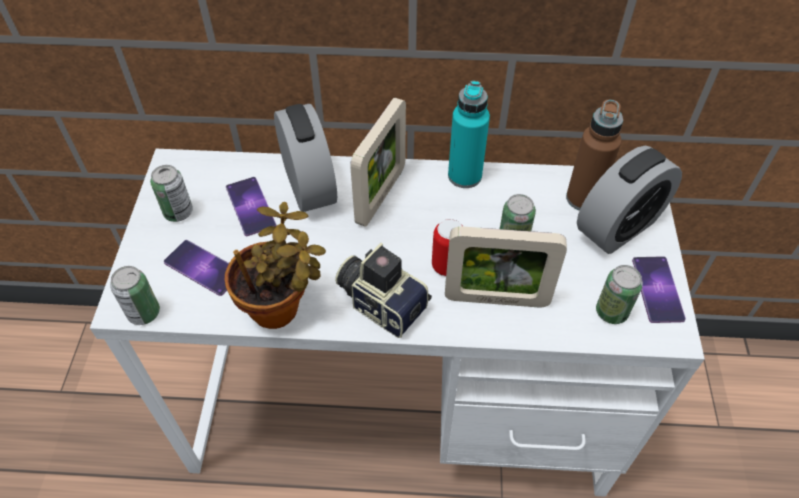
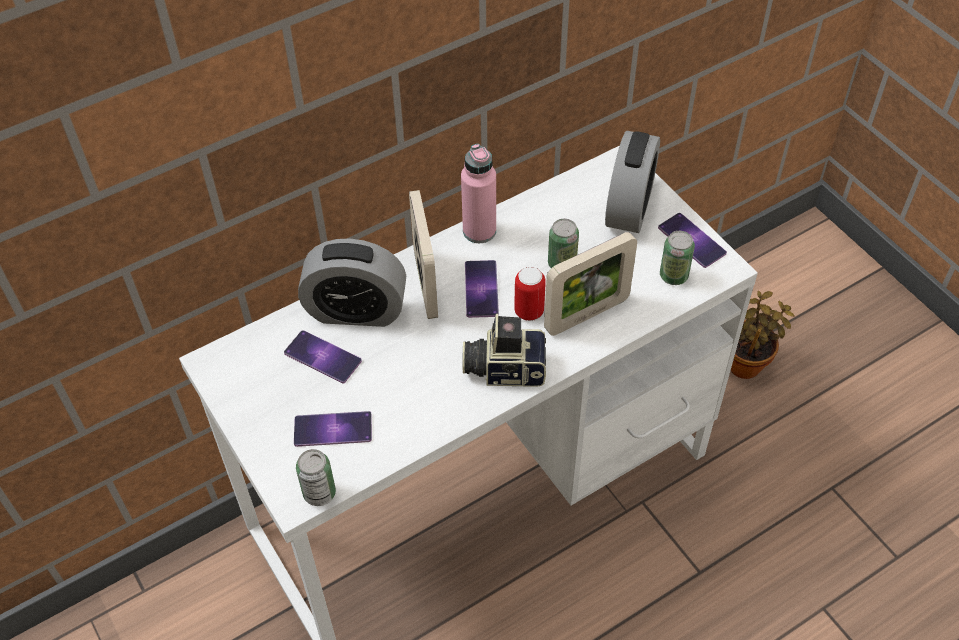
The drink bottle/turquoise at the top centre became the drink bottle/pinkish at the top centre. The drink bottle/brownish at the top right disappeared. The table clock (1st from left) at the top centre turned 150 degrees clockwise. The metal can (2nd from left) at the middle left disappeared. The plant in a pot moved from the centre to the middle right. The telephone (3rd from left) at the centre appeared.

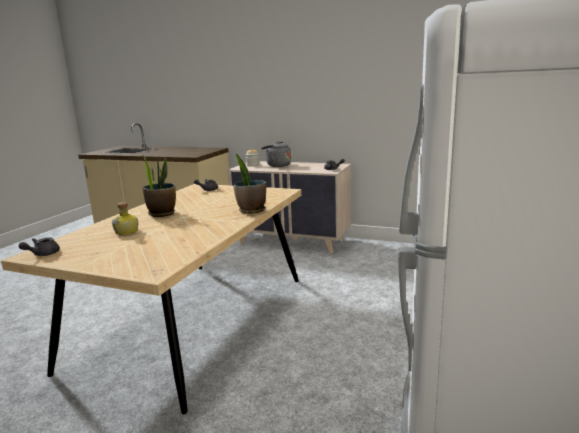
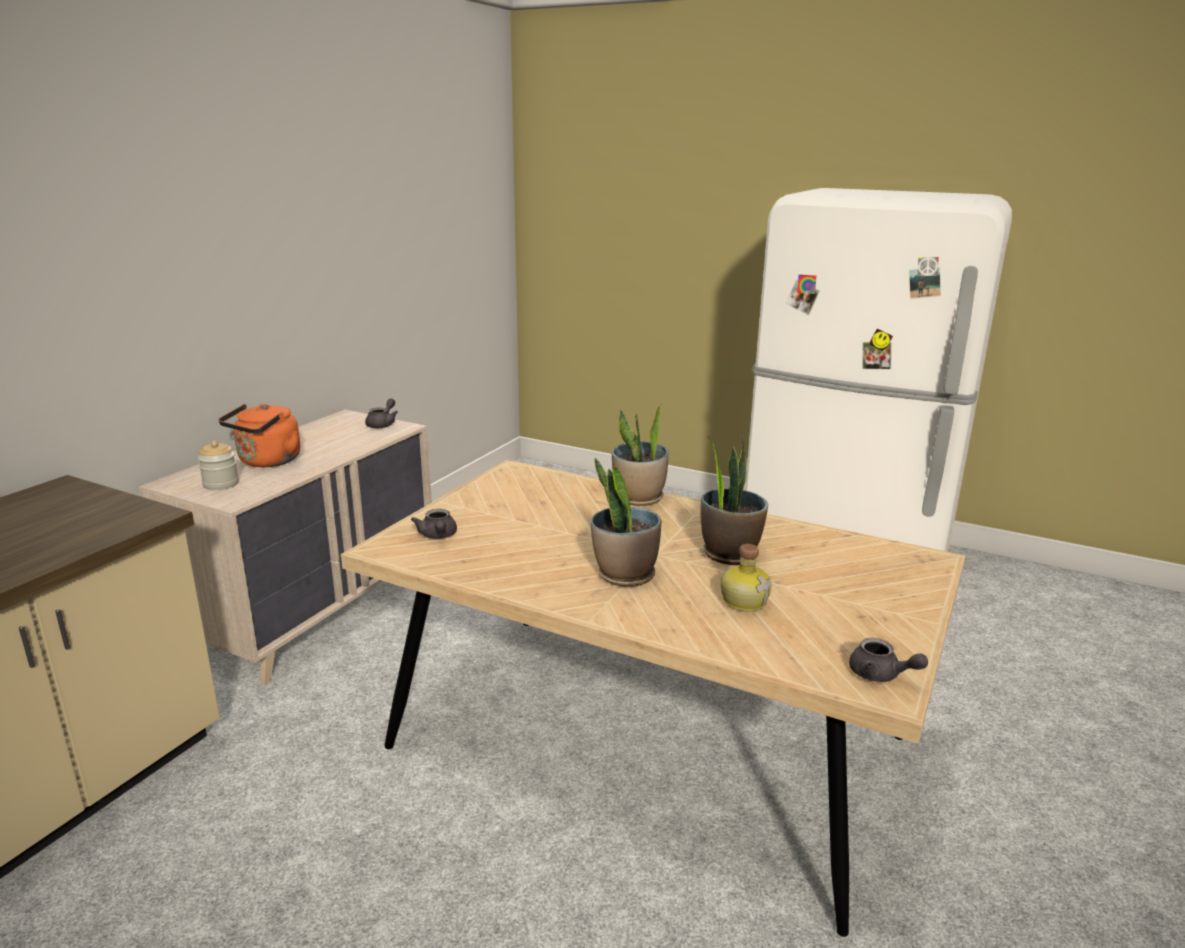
The tea kettle/gray at the centre became the tea kettle/orange at the middle left. The plant in a pot (3rd from left) at the centre appeared.

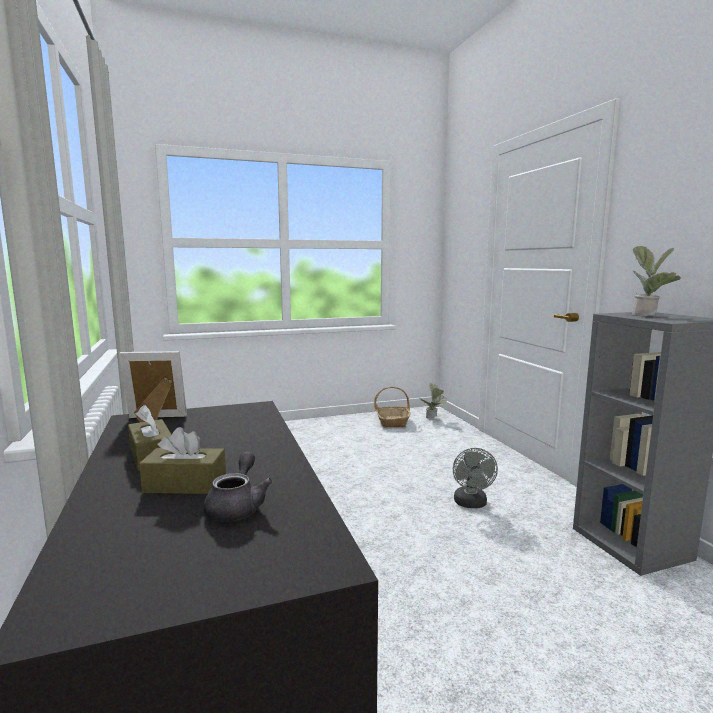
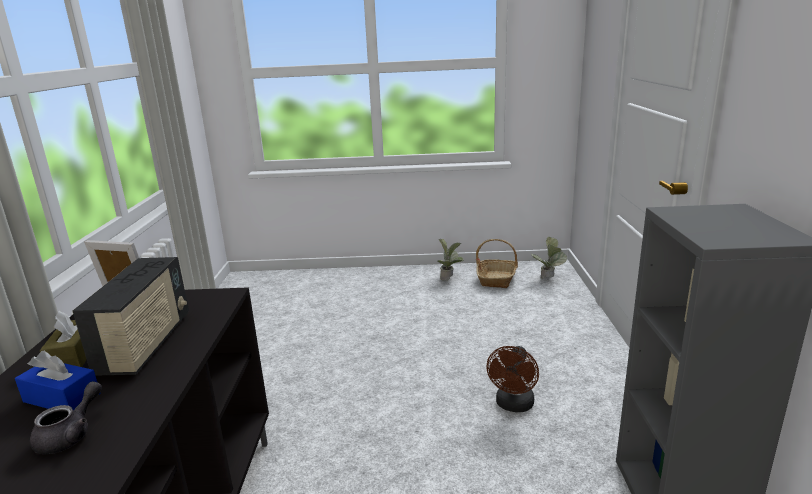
The plant in a pot (2nd from left in the first image) moved from the middle right to the centre. The box of tissues/brownish (2nd from left) at the middle left became the box of tissues/bluish at the bottom left. The electric fan/gray at the bottom centre became the electric fan/brownish at the bottom centre. The radio receiver at the middle left appeared.

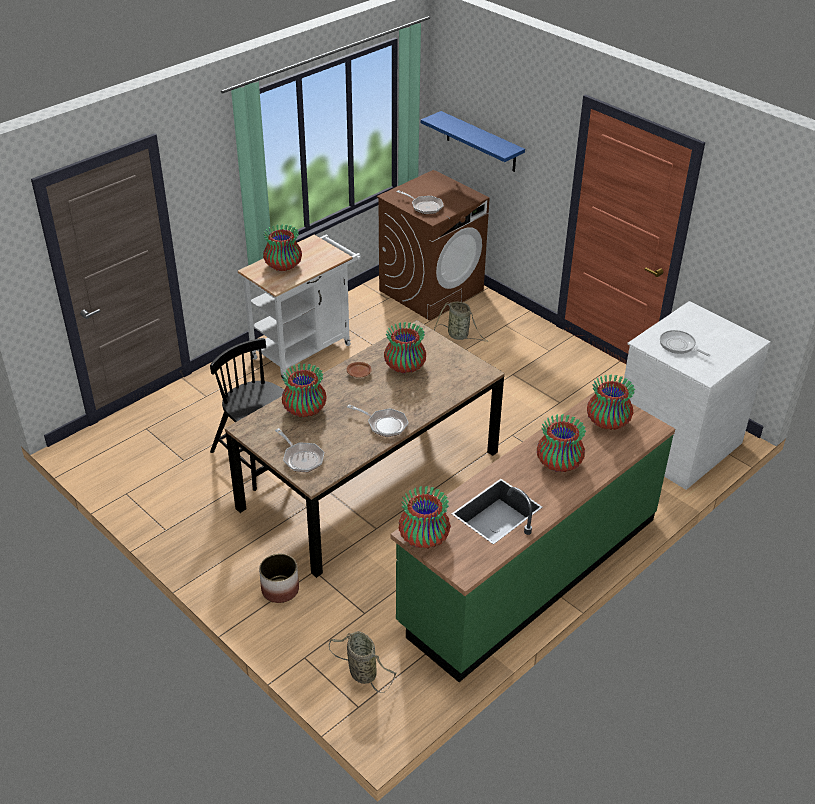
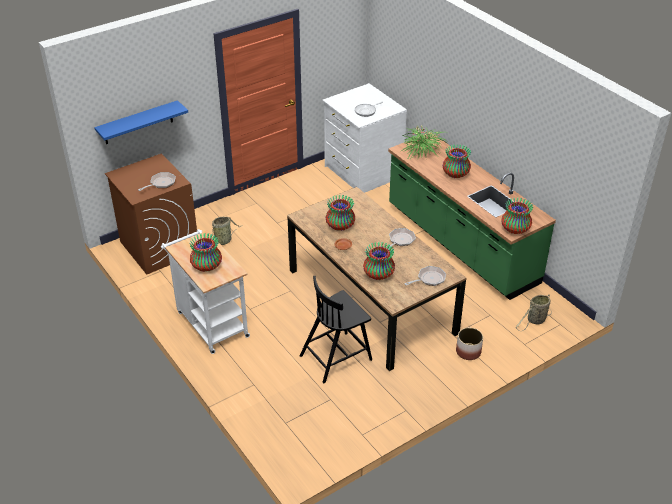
The decorative vase (6th from left) at the middle right was replaced by the plant in a pot at the top centre.

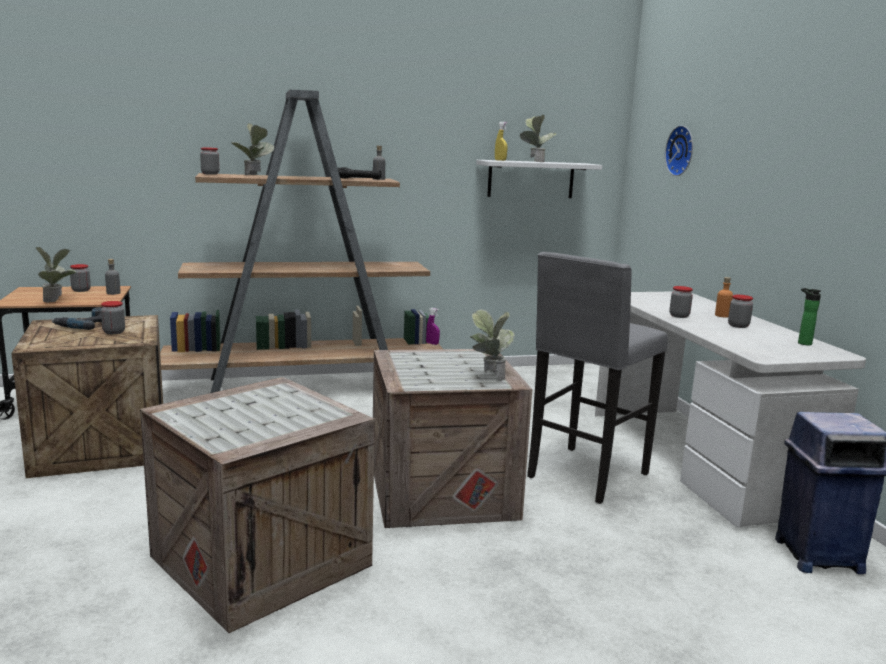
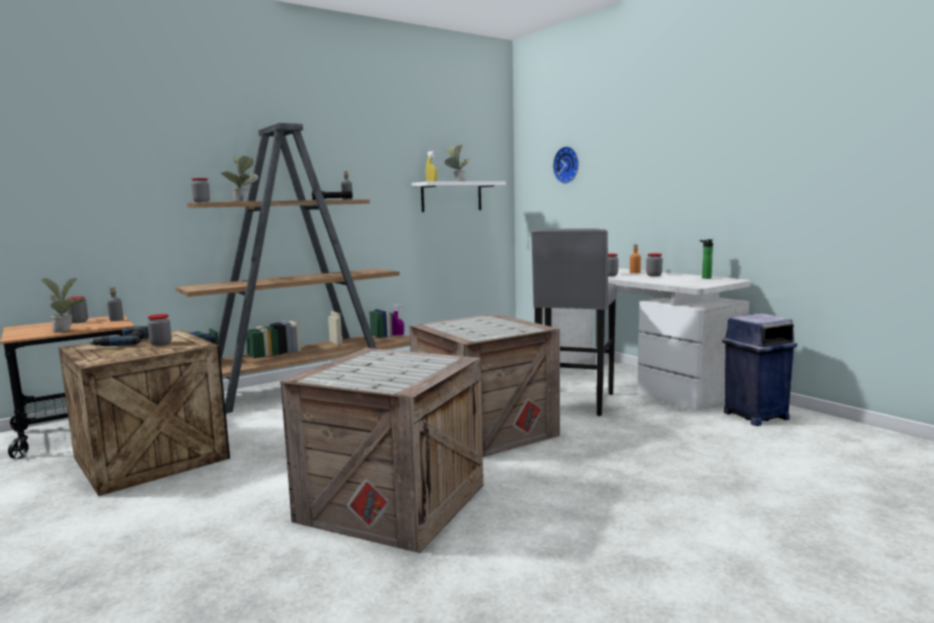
The plant in a pot (3rd from left) at the centre disappeared.

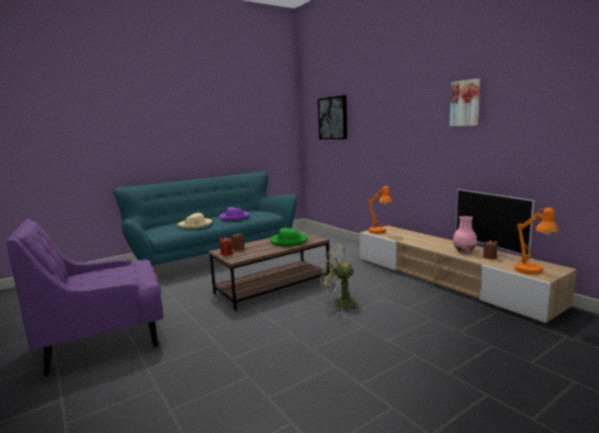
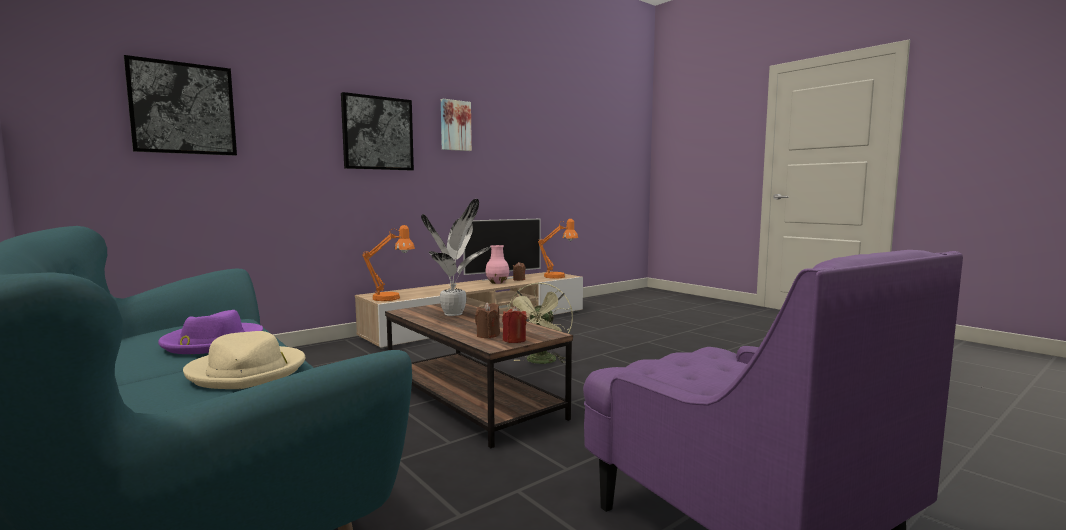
The hat/greenish at the centre was replaced by the plant in a pot at the centre. The wall art (2nd from left) at the top centre appeared.

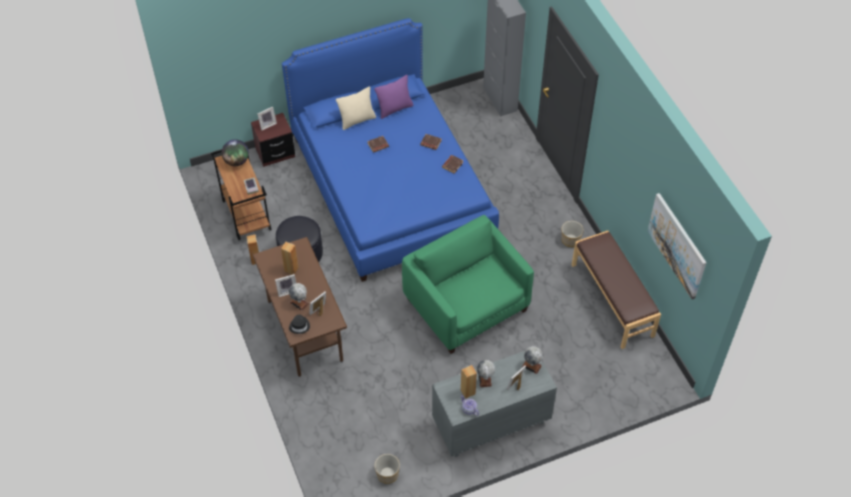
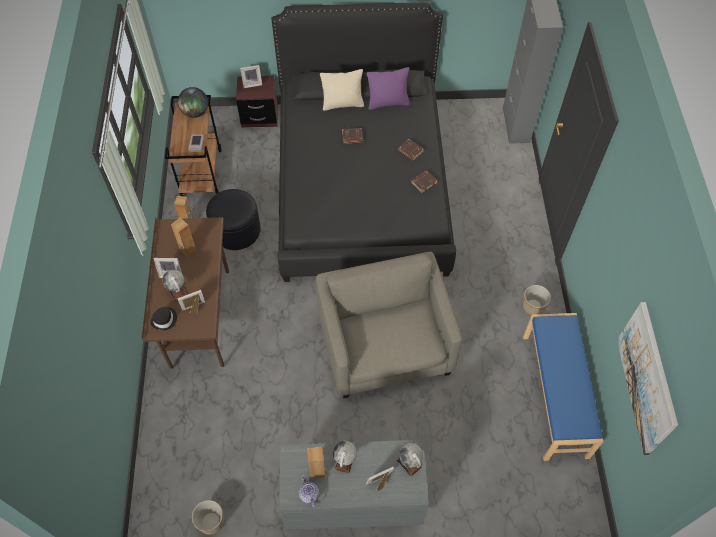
The bedroom bed/bluish at the top centre became the bedroom bed/black at the top centre. The lounge chair/greenish at the centre became the lounge chair/beige at the centre. The bench/brownish at the middle right became the bench/bluish at the bottom right.

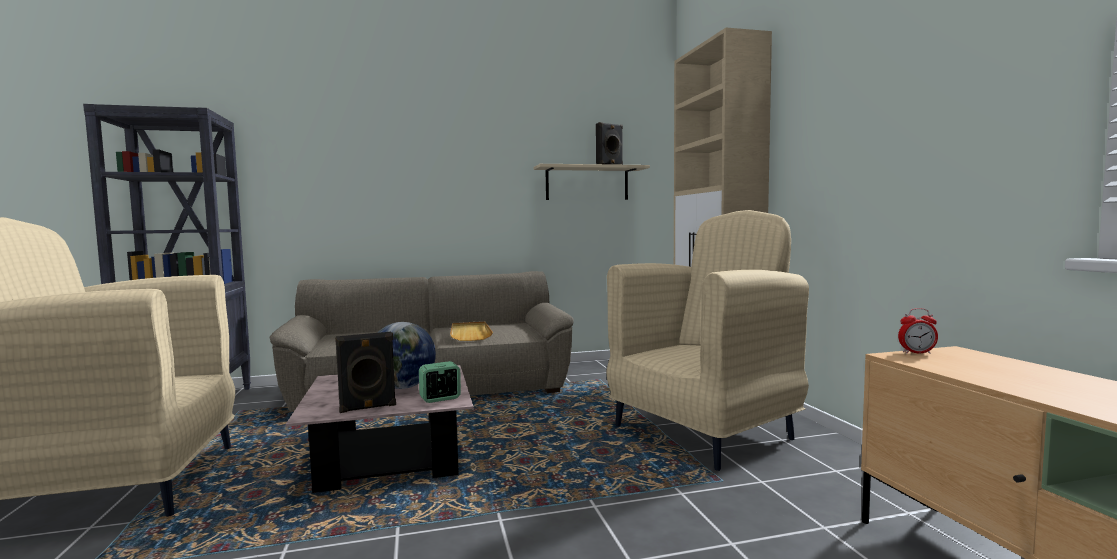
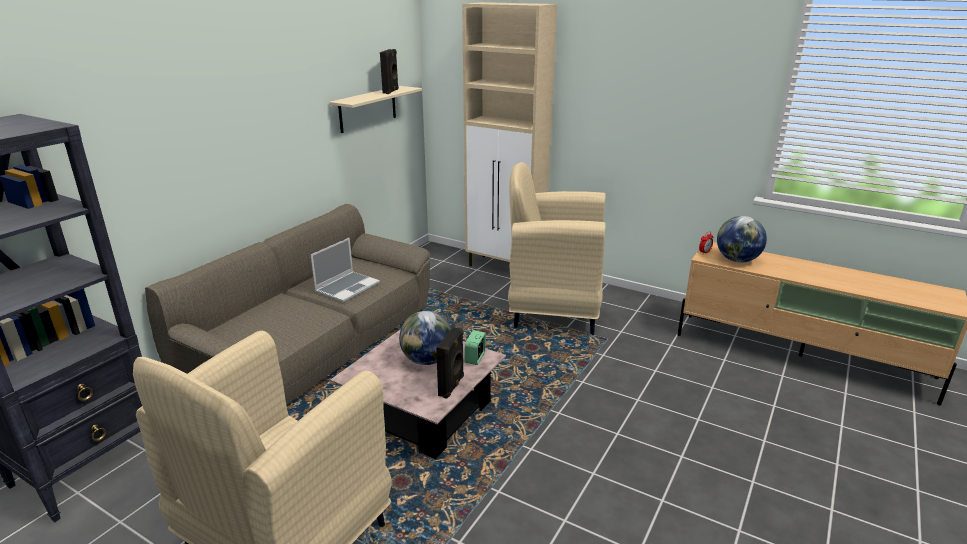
The lounge chair/beige (2nd from left) at the centre turned 90 degrees counterclockwise. The tray/beige at the centre was replaced by the notebook computer at the centre. The desk globe (2nd from left) at the middle right appeared.

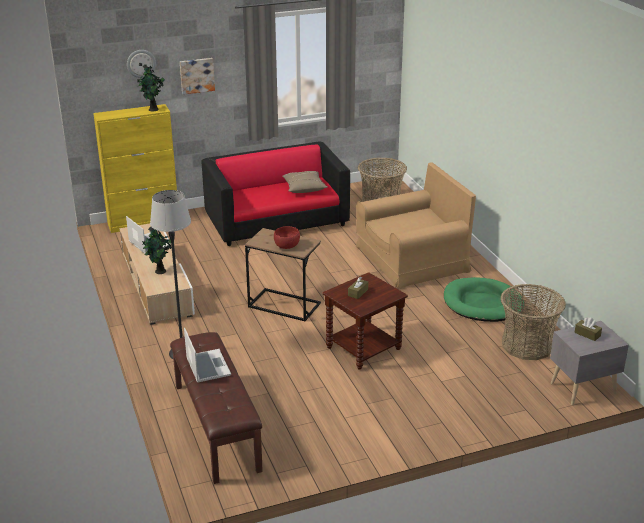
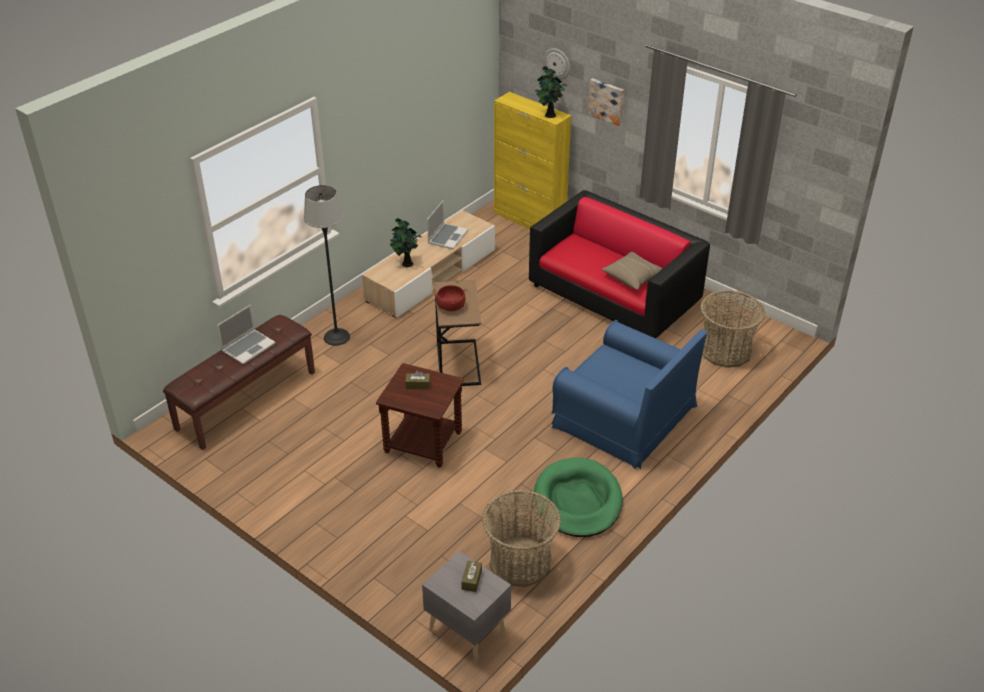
The lounge chair/brownish at the centre became the lounge chair/bluish at the centre.

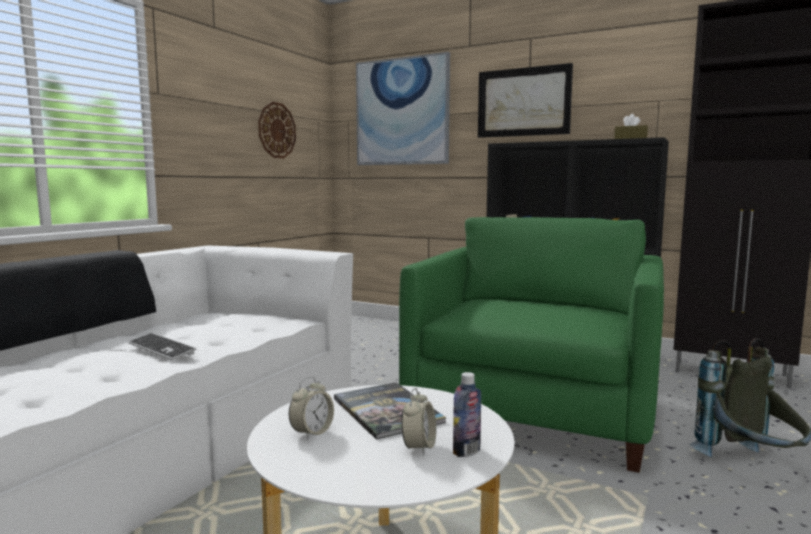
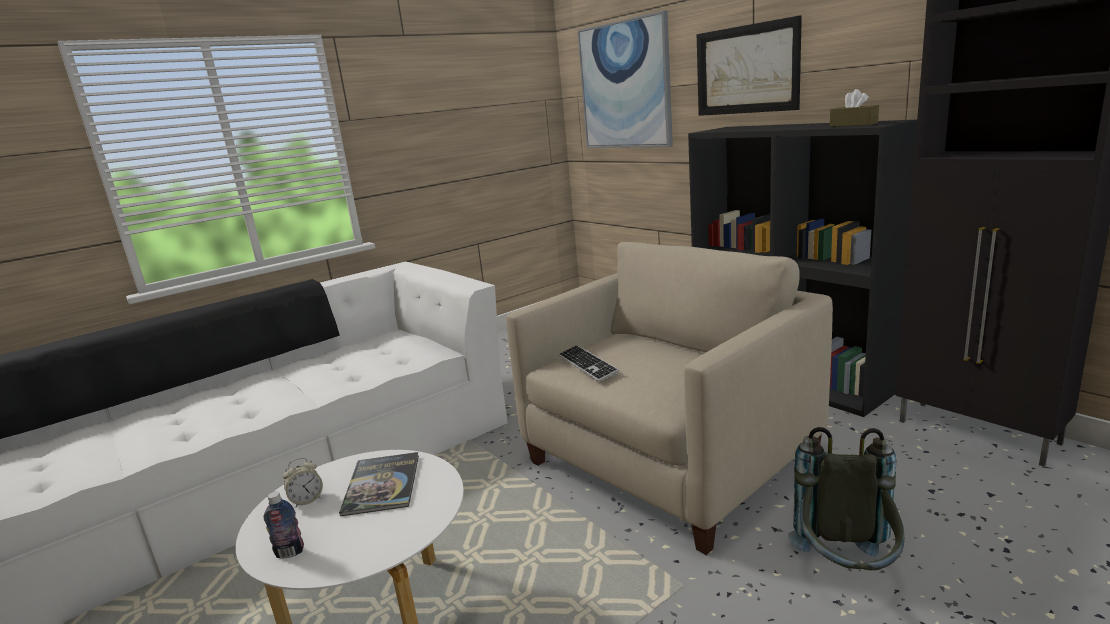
The hanging clock at the top centre disappeared. The lounge chair/greenish at the centre became the lounge chair/beige at the centre. The PC keyboard moved from the middle left to the centre. The drink bottle moved from the bottom centre to the bottom left. The table clock (2nd from left) at the bottom centre disappeared.

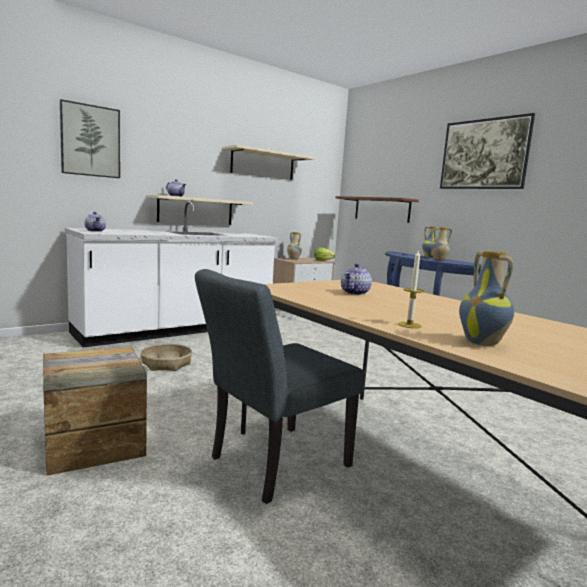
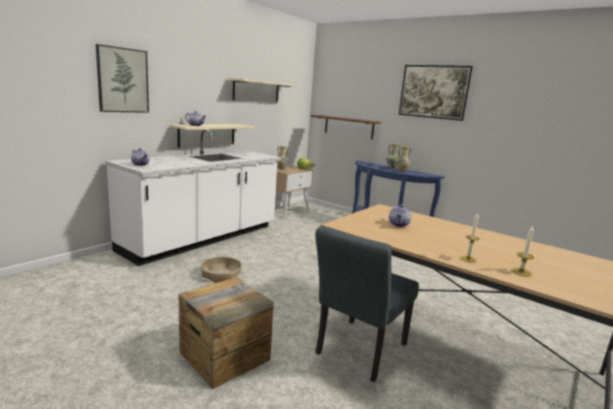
The decorative vase (4th from left) at the middle right was replaced by the wax light (2nd from left) at the middle right.

